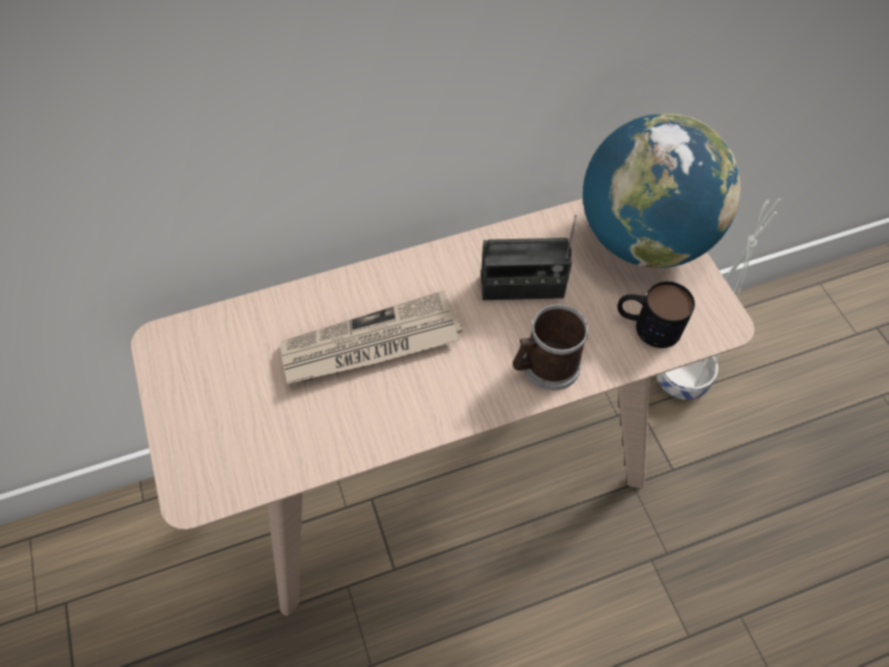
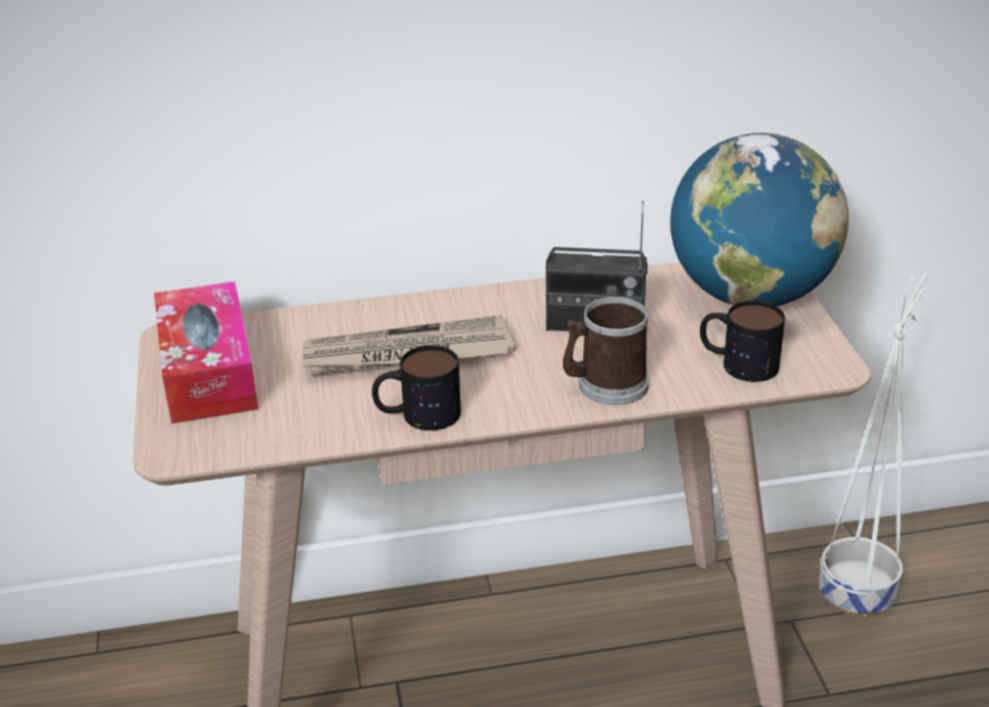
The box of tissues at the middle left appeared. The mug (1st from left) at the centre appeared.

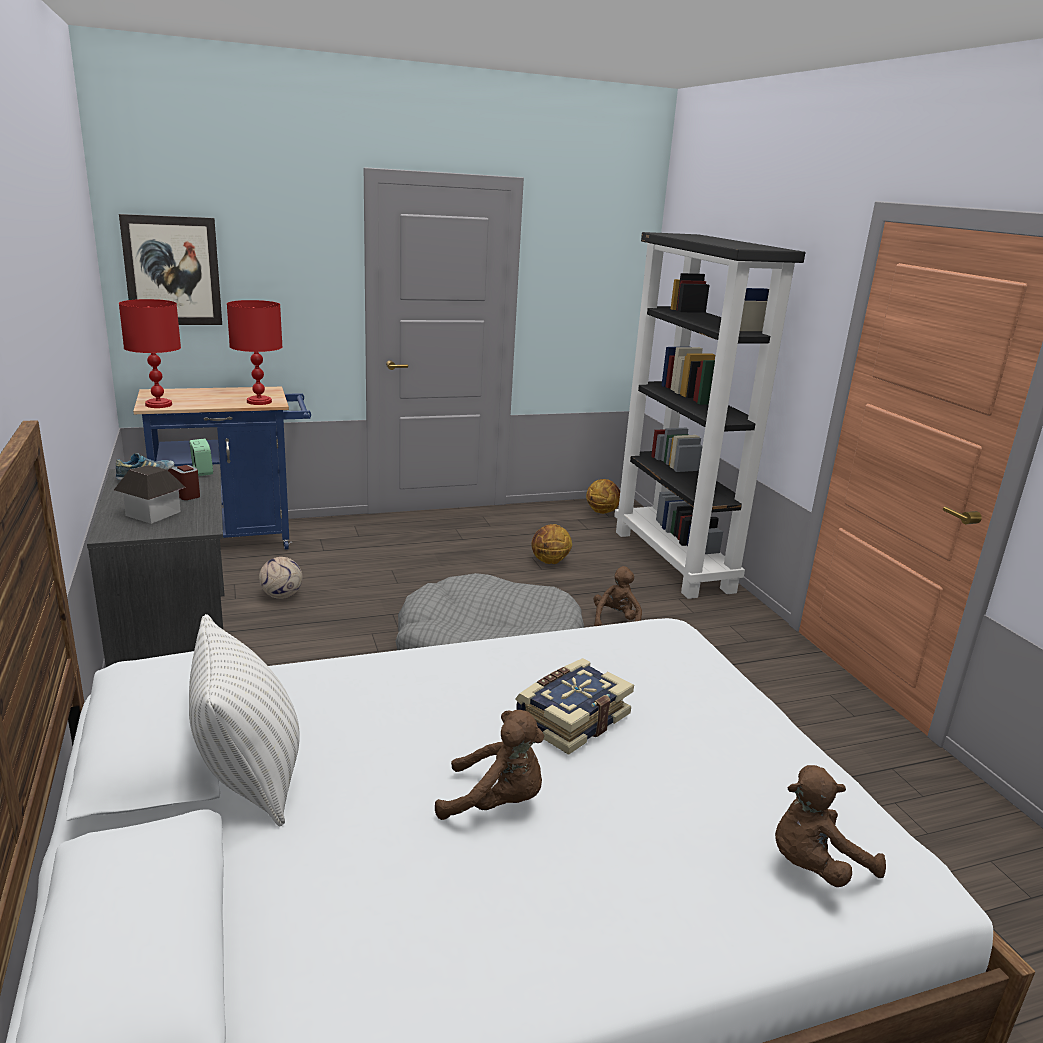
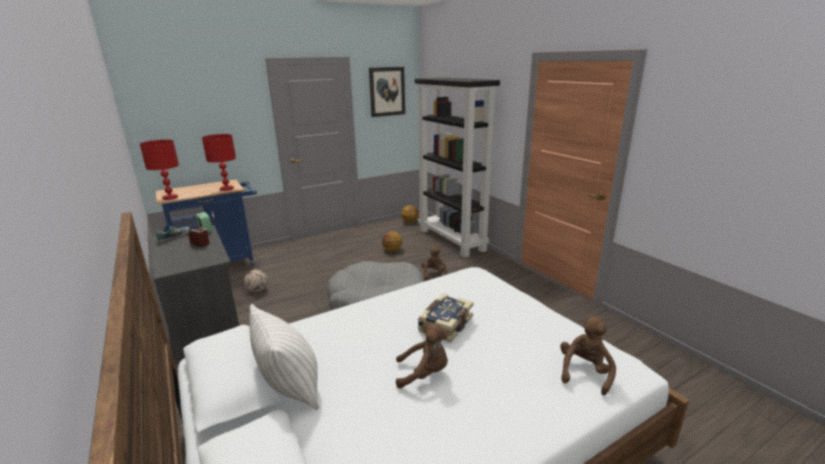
The wall art moved from the top left to the top centre. The toy house at the middle left disappeared. The soft toy/brownish (3rd from left) at the bottom right turned 150 degrees clockwise.

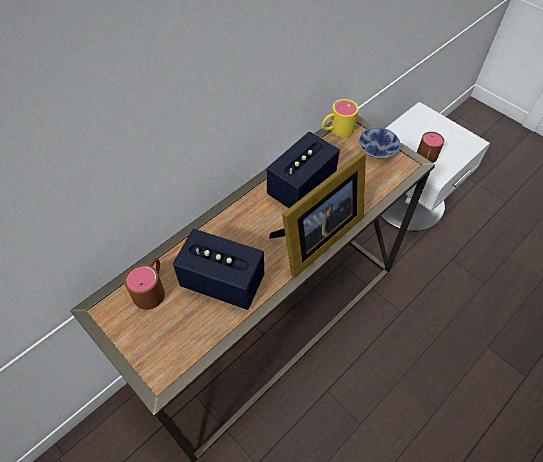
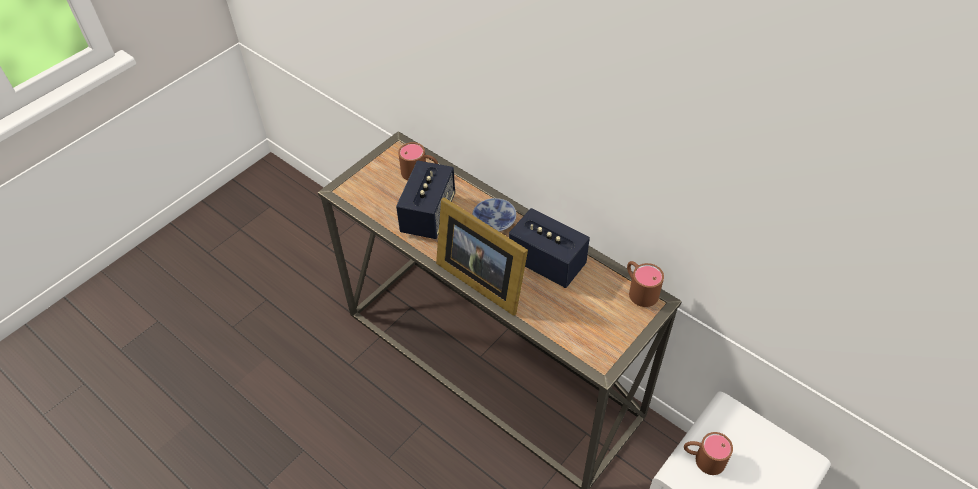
The mug/yellowish at the top centre became the mug/brownish (2nd from left) at the centre. The deep dish moved from the top right to the centre.

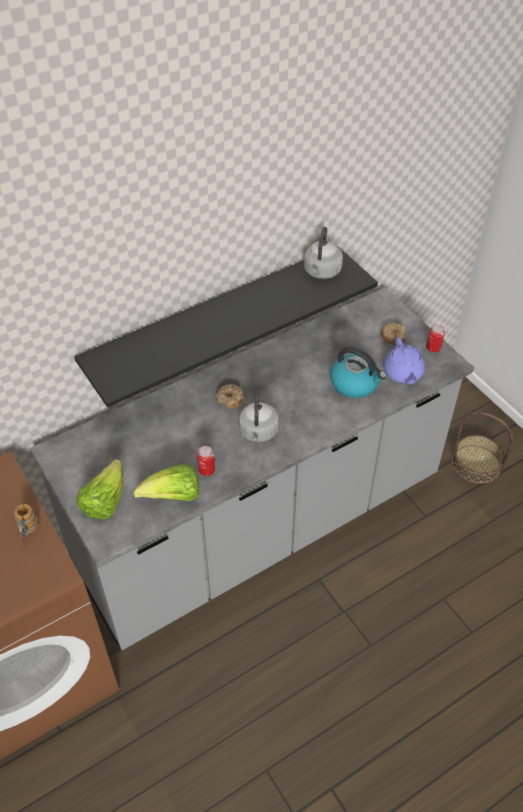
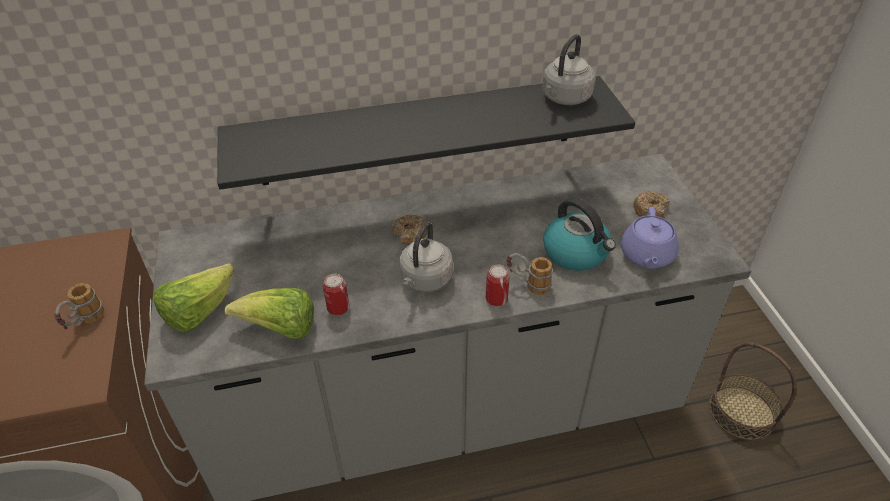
The metal can (2nd from left) moved from the middle right to the centre. The mug (2nd from left) at the centre appeared.

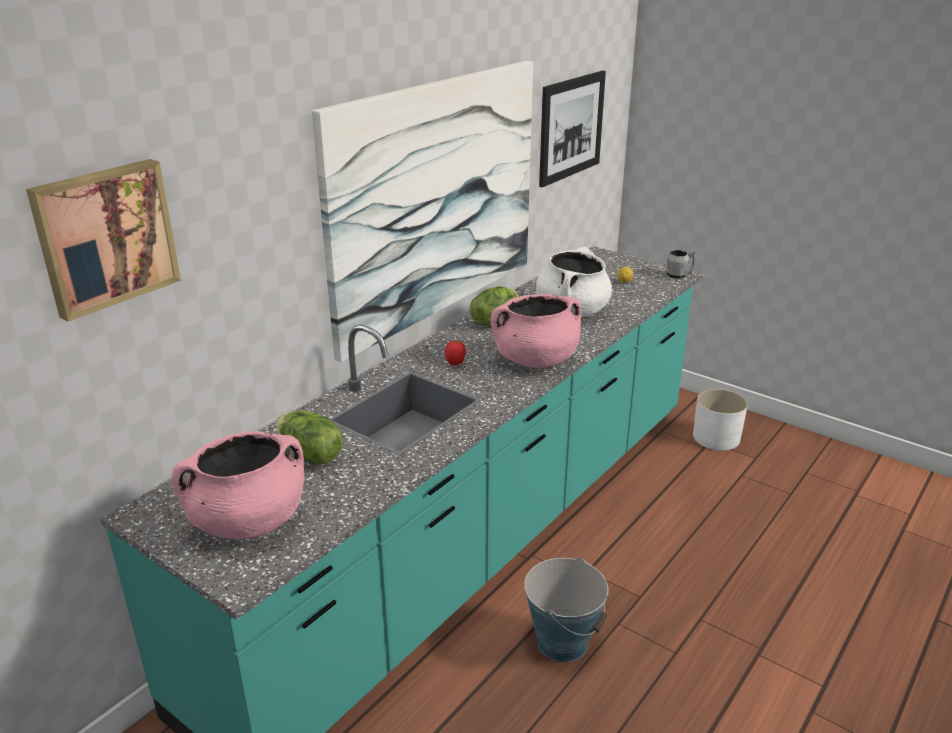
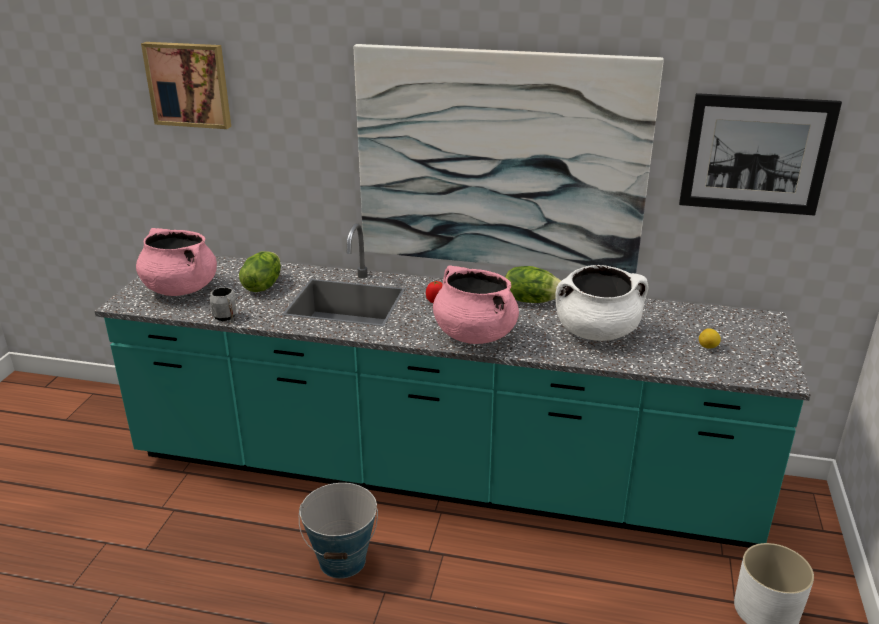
The mug/gray moved from the middle right to the middle left.

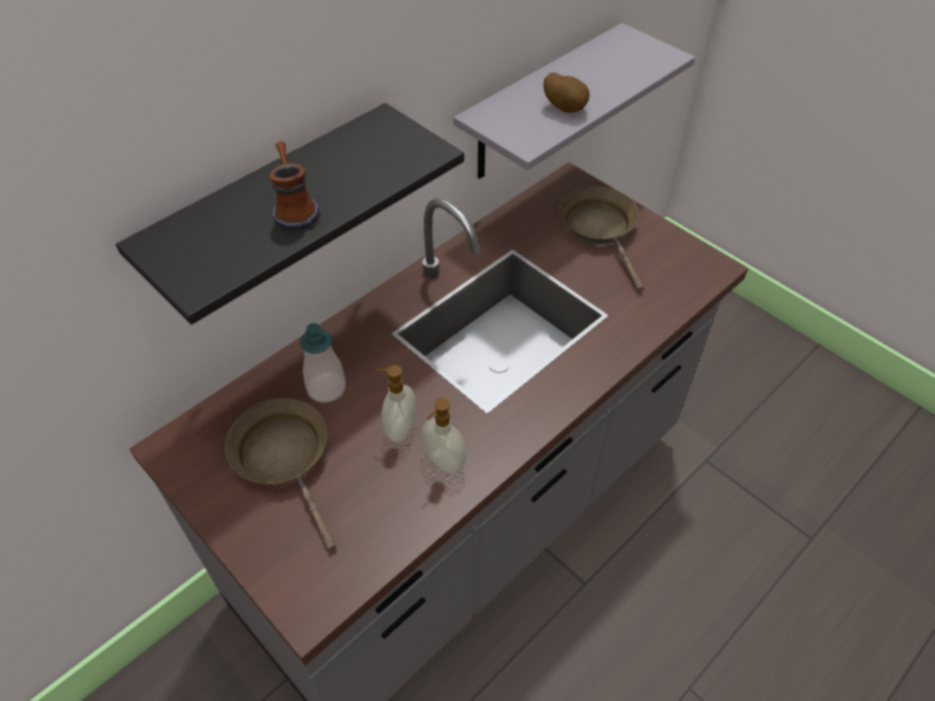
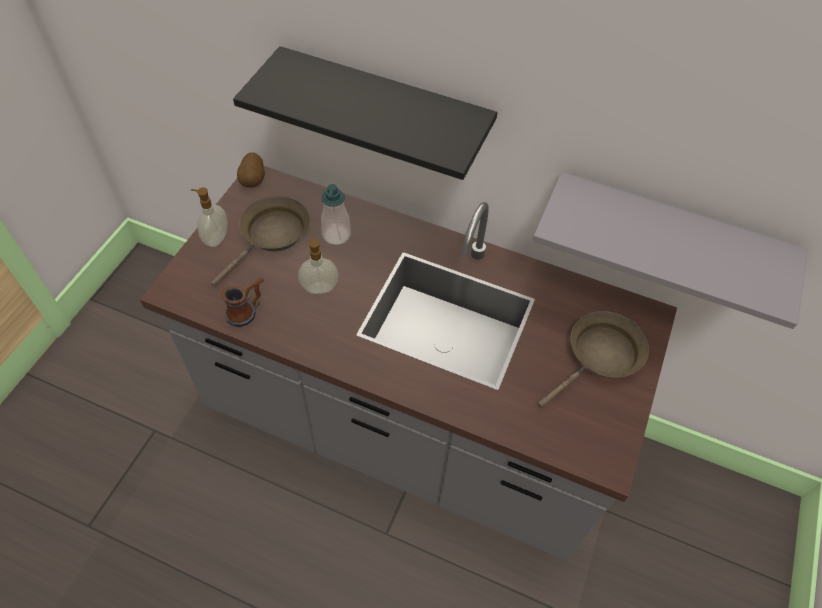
The whole potato moved from the top centre to the top left. The mug moved from the top left to the middle left. The soap bottle (3rd from left in the first image) moved from the centre to the middle left.

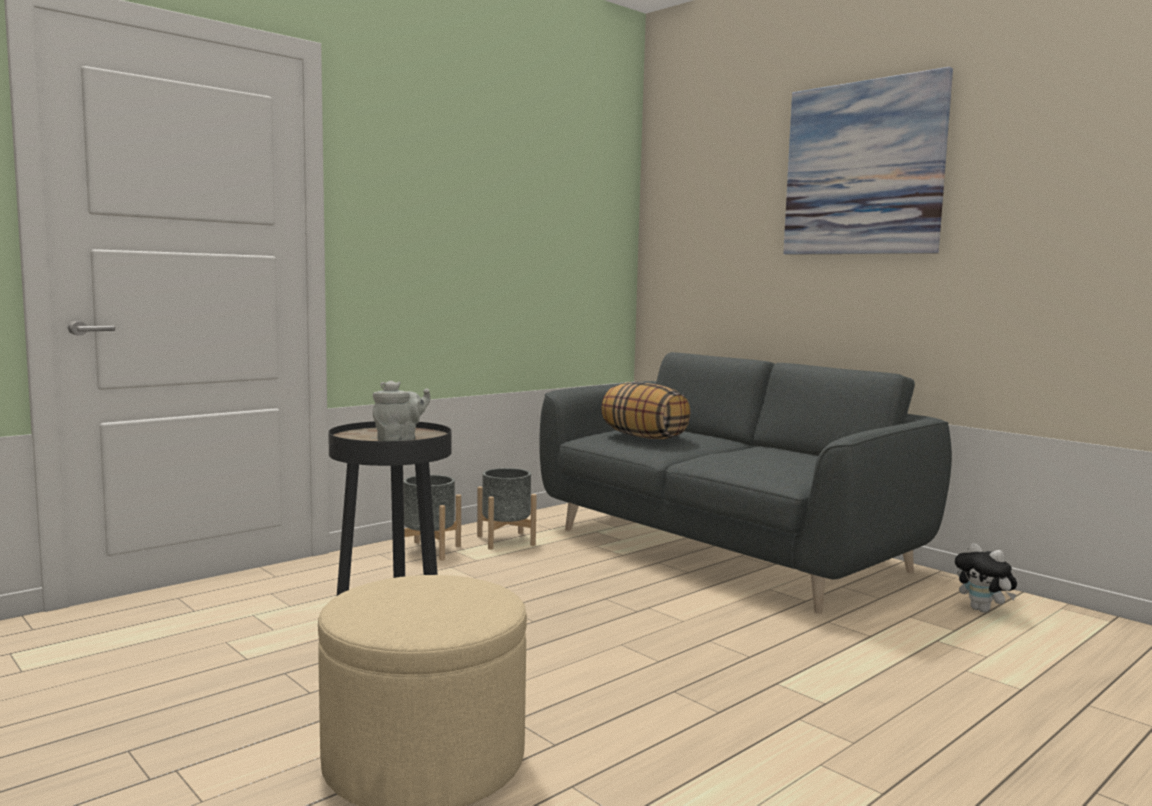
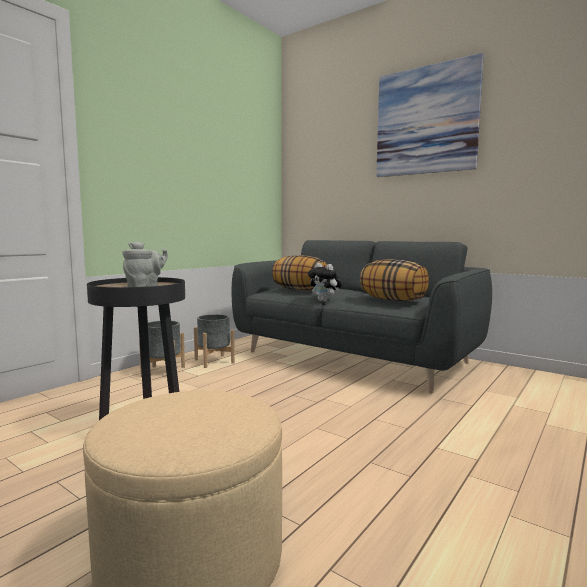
The soft toy moved from the bottom right to the centre. The throw pillow (2nd from left) at the middle right appeared.

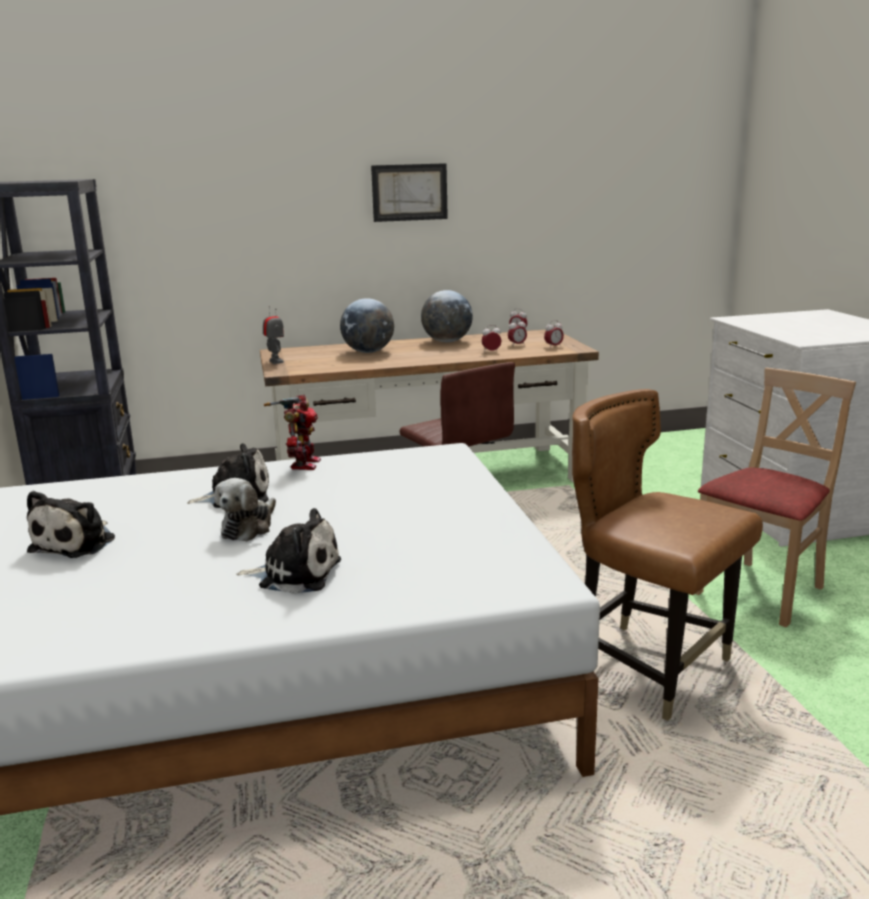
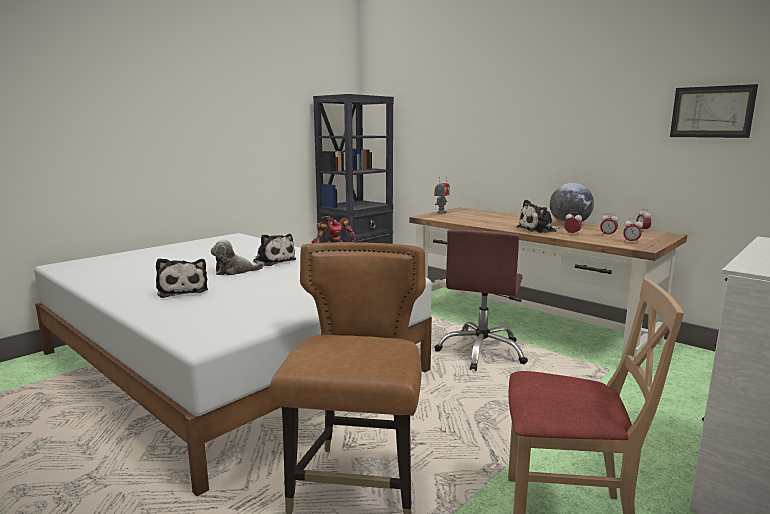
The wall art moved from the top centre to the top right. The desk globe (1st from left) at the centre disappeared. The soft toy (1st from left in the first image) moved from the middle left to the middle right.

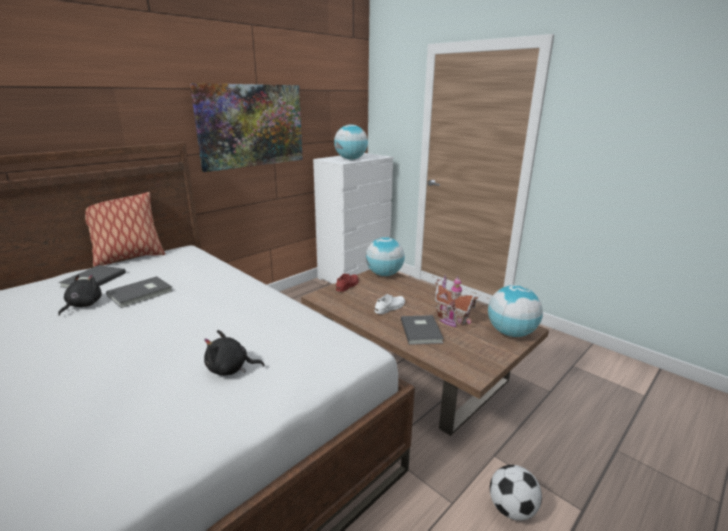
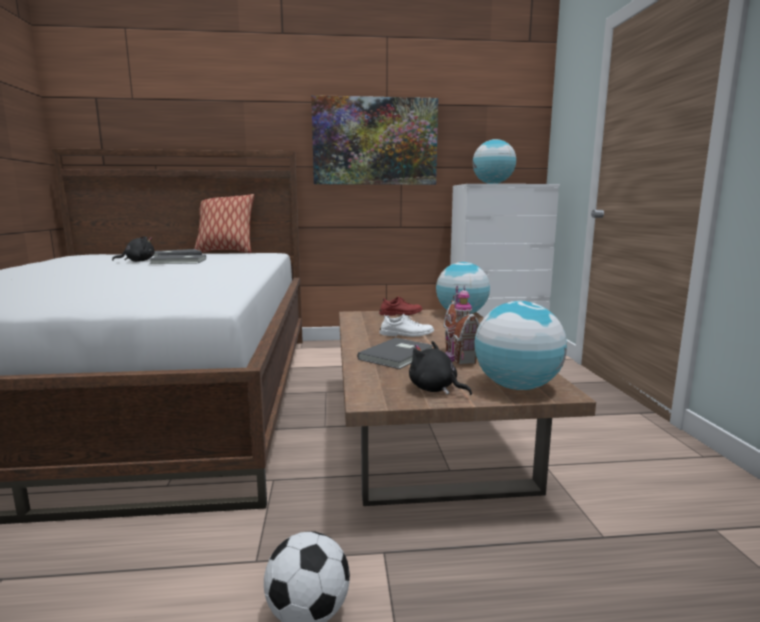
The soft toy/black (2nd from left) moved from the middle left to the centre.

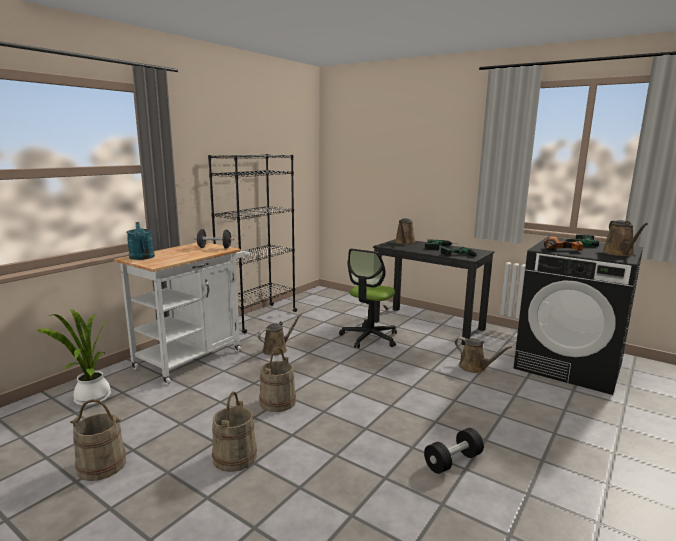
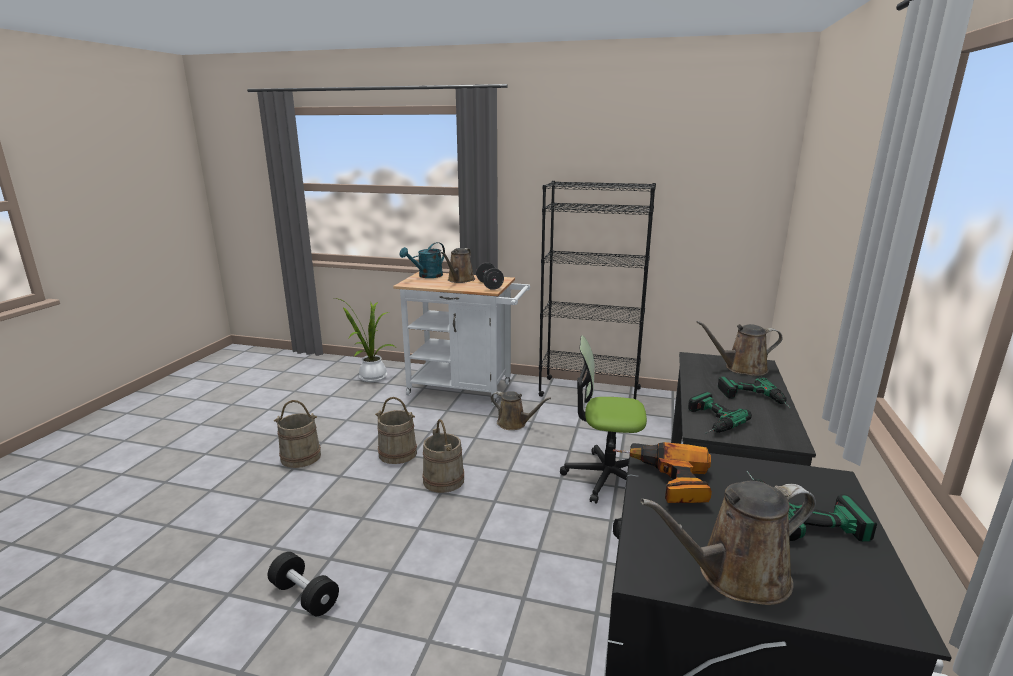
The watering can/brownish (3rd from left in the first image) moved from the middle right to the centre. The bucket/beige (1st from left in the first image) moved from the bottom left to the bottom centre.

